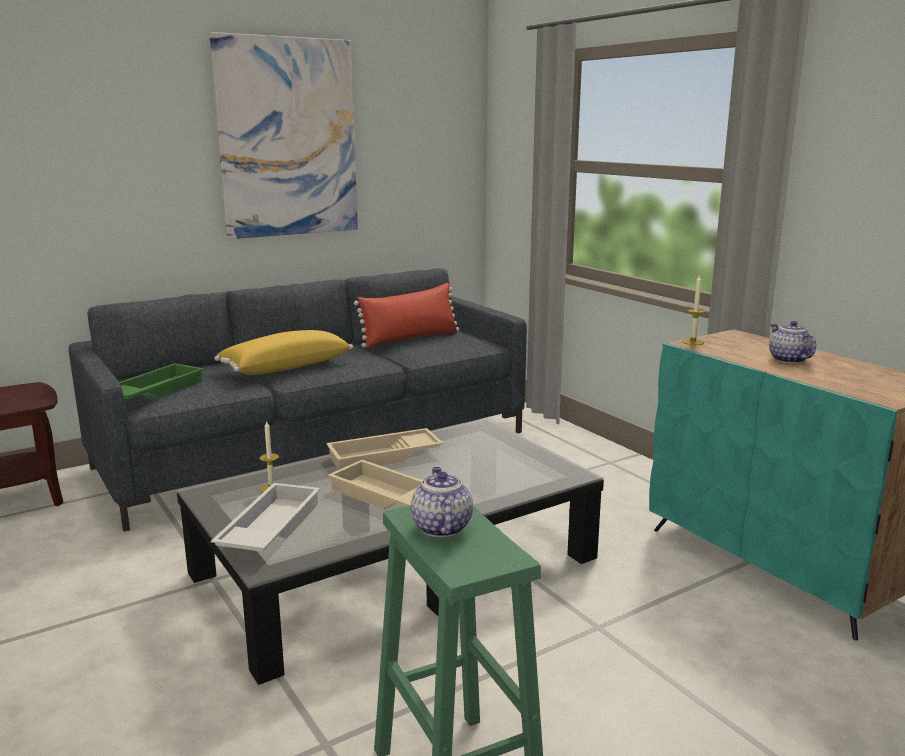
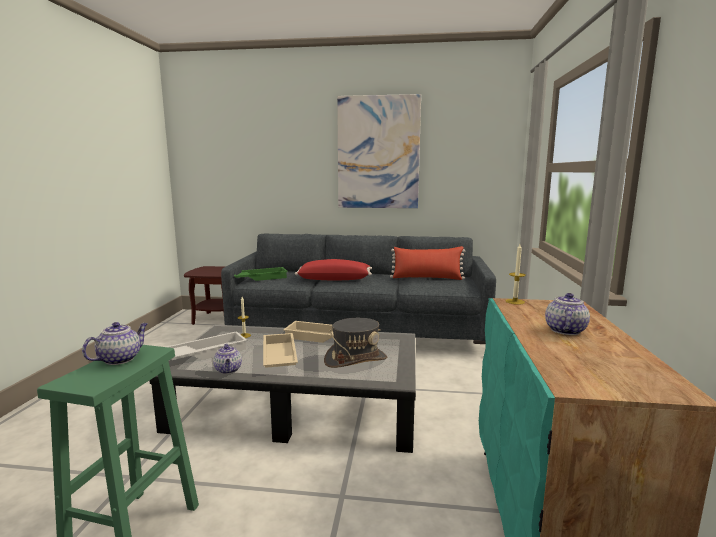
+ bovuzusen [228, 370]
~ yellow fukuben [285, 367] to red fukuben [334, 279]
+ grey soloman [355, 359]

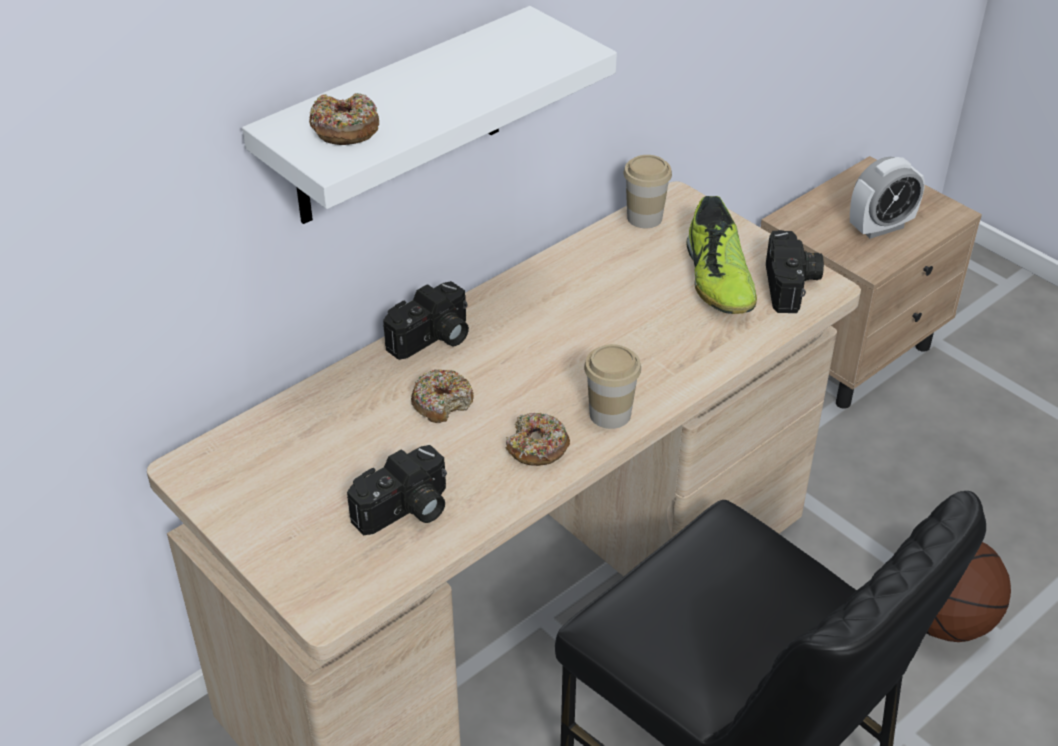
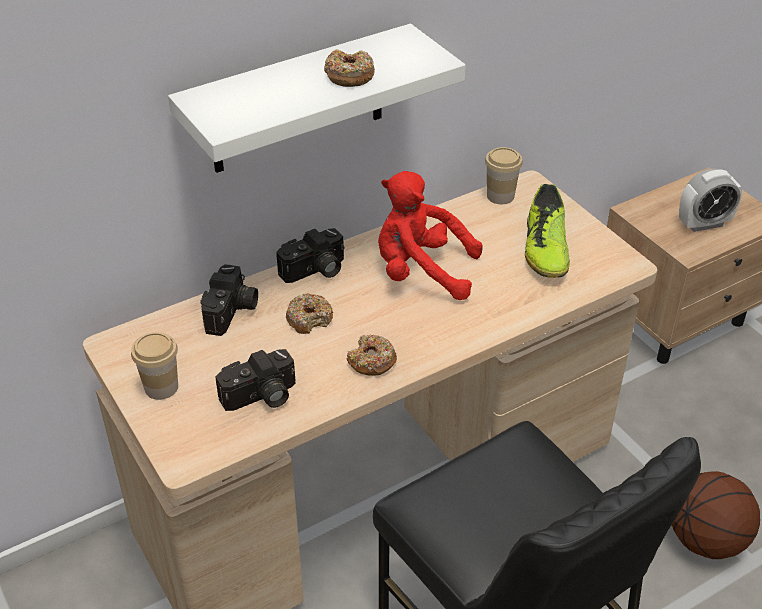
~ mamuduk [610, 414] to [161, 387]
~ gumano [792, 286] to [232, 312]
~ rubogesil [345, 129] to [349, 76]
+ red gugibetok [421, 272]

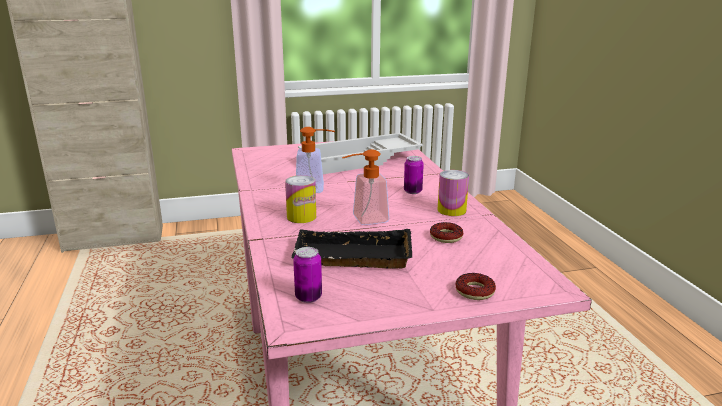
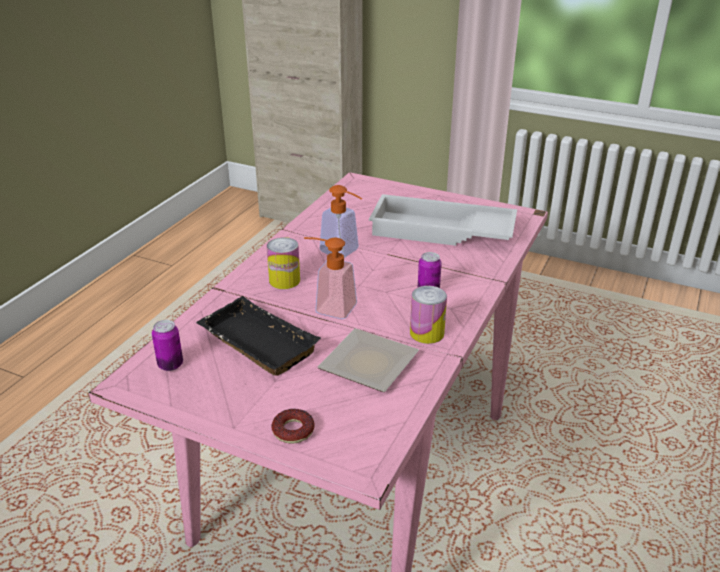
~ rubogesil [446, 237] to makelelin [367, 361]

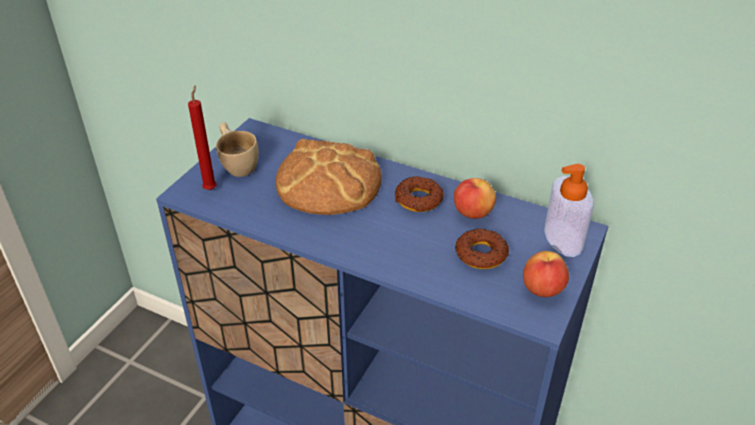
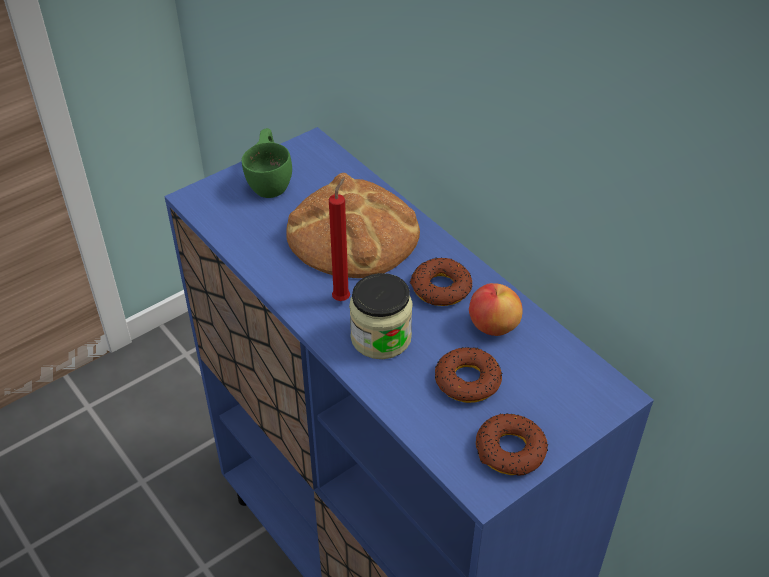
~ beige mamuduk [238, 163] to green mamuduk [271, 180]
~ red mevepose [211, 188] to [343, 298]
+ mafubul [381, 337]
~ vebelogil [542, 289] to rubogesil [510, 450]
- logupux [563, 238]

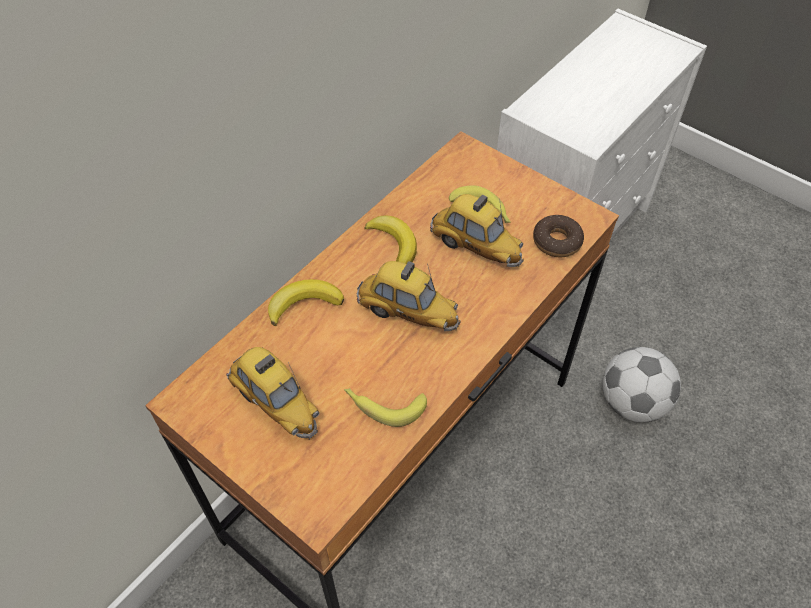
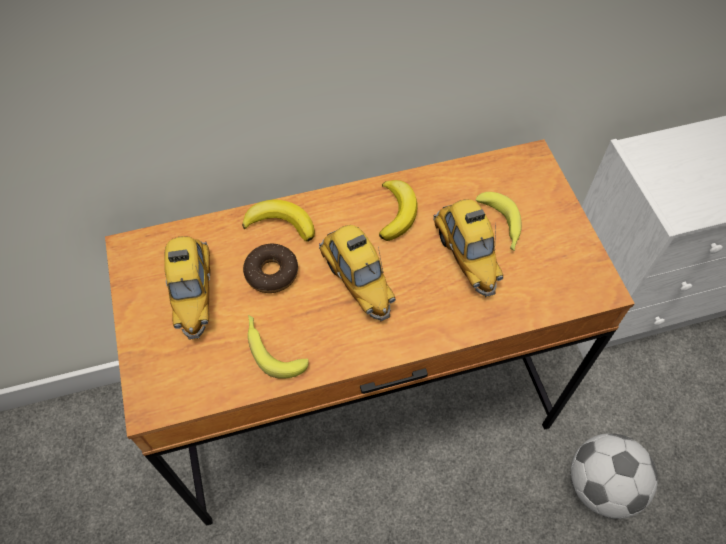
~ rubogesil [557, 241] to [271, 273]

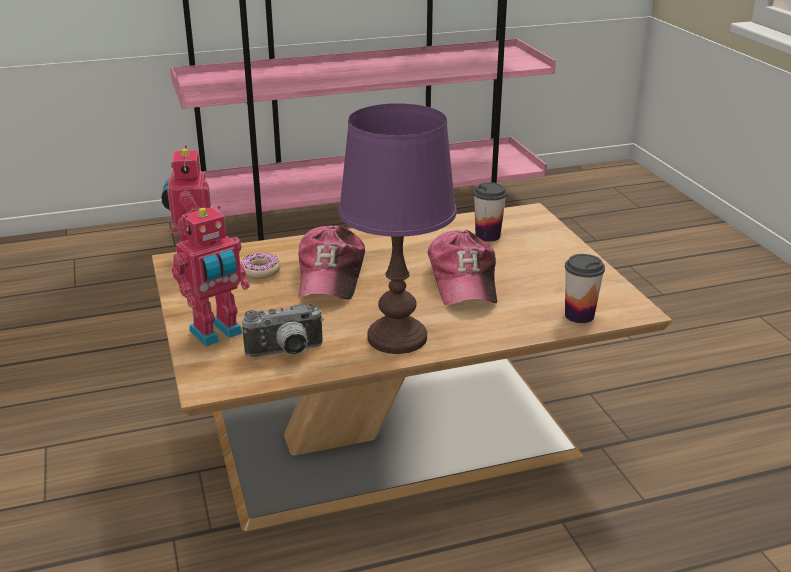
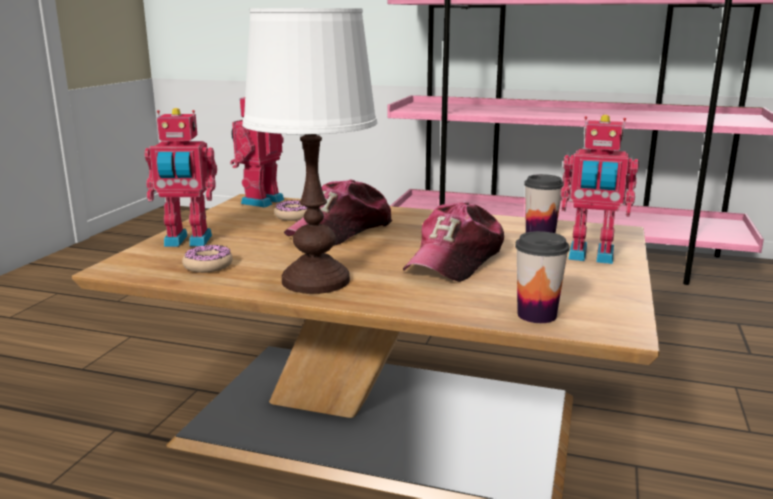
~ gumano [286, 353] to rubogesil [208, 266]
~ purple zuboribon [396, 338] to white zuboribon [315, 281]
+ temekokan [591, 257]

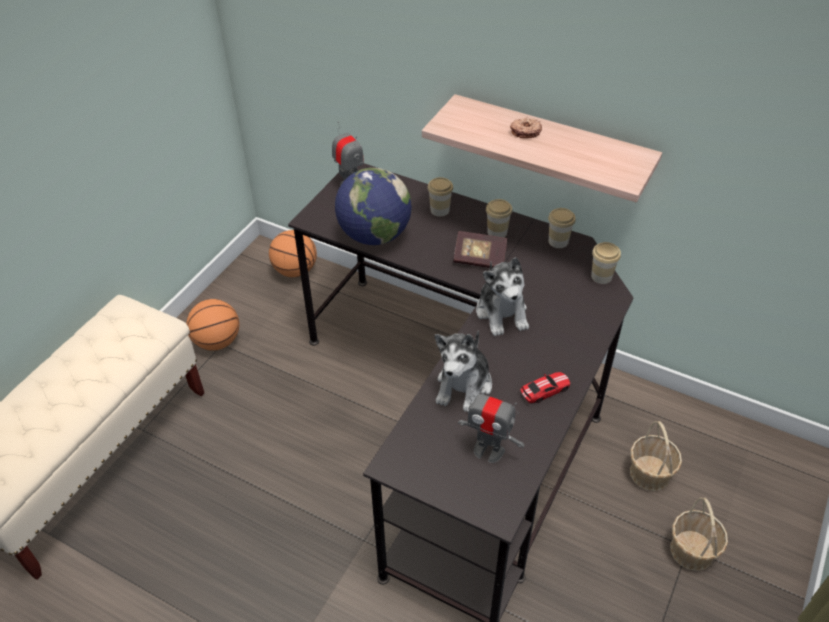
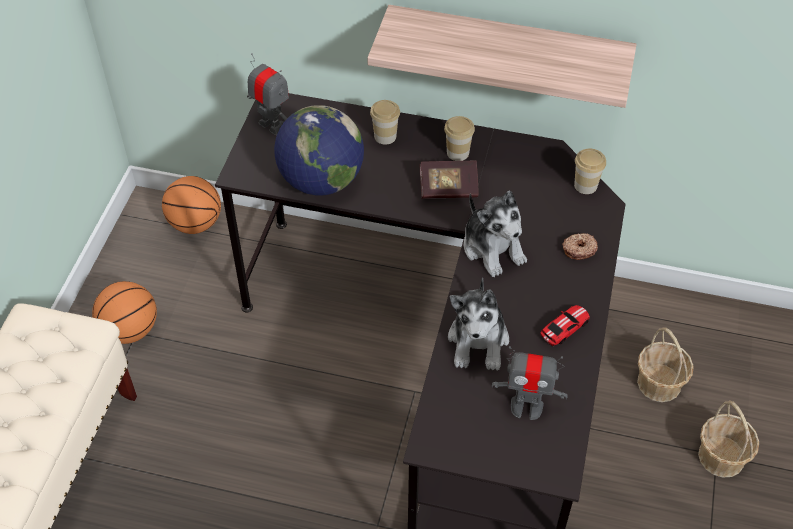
~ rubogesil [525, 131] to [579, 249]
- mamuduk [558, 241]

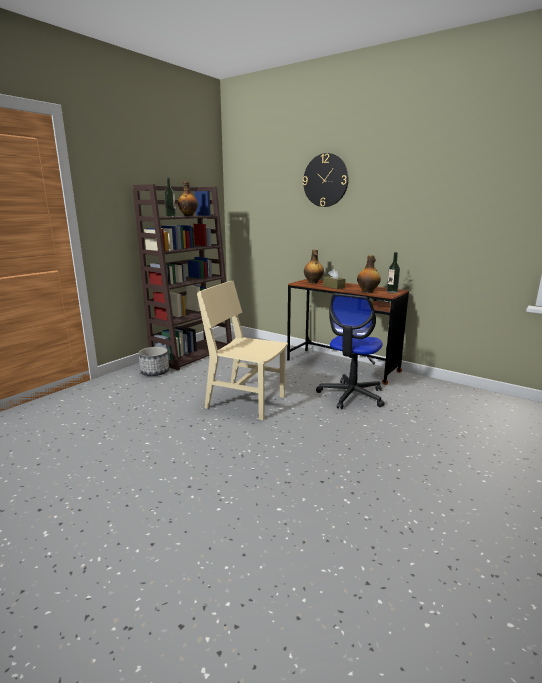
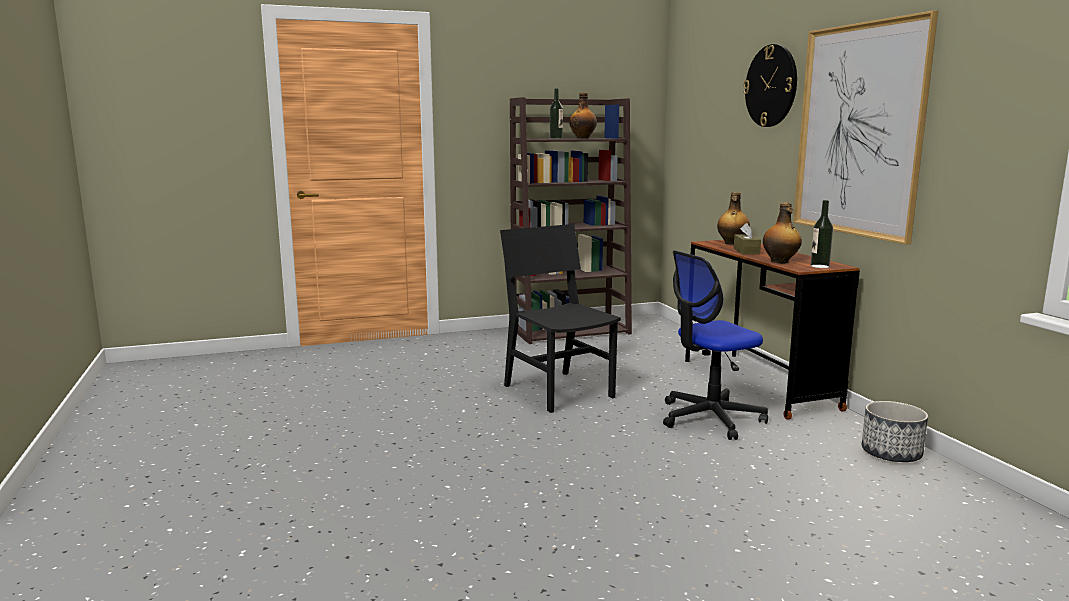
~ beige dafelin [245, 402] to black dafelin [558, 391]
+ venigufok [858, 130]
~ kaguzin [155, 372] to [890, 454]

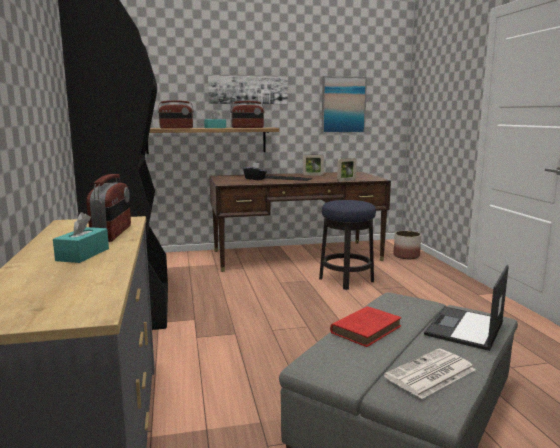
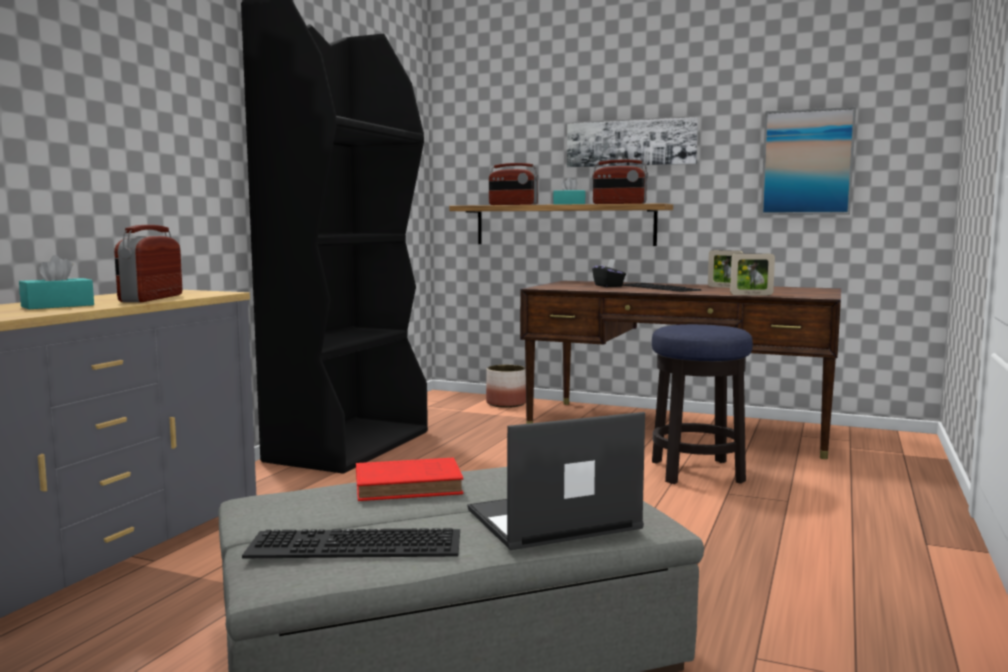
~ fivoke [112, 234] = [151, 298] 150 degrees clockwise
~ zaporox [430, 374] to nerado [352, 546]
~ kaguzin [406, 256] to [505, 403]

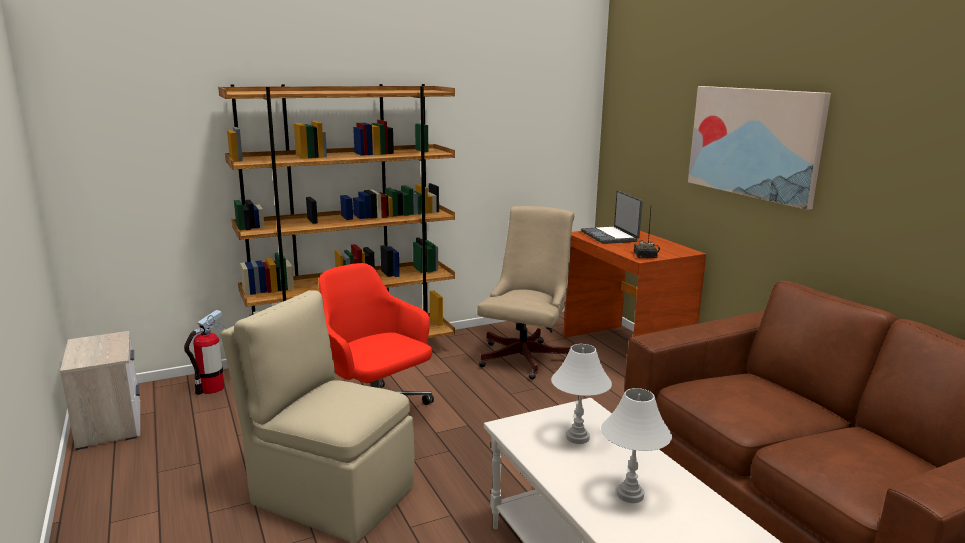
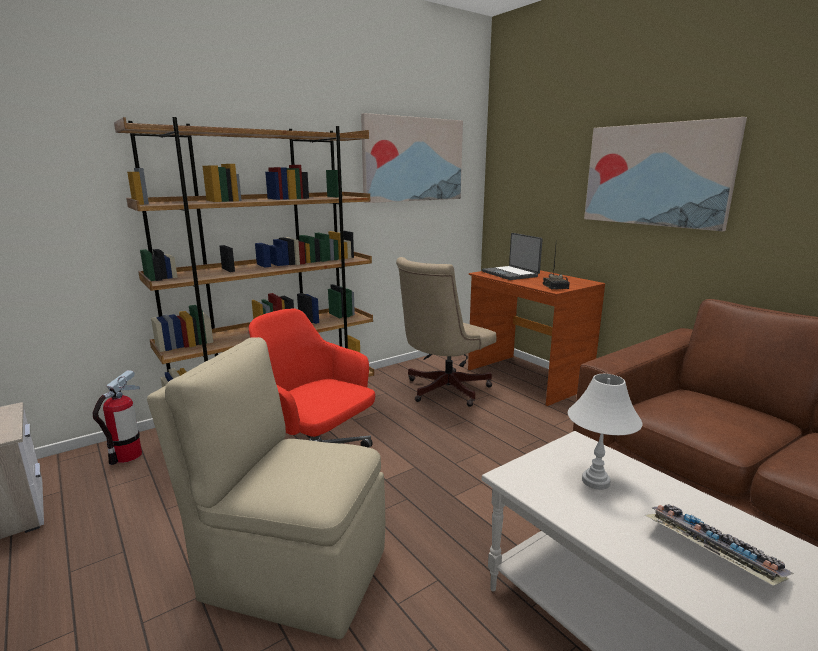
+ venigufok [413, 159]
~ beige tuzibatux [526, 356] = [443, 390] 150 degrees counterclockwise
~ white zuboribon [630, 495] to nerado [708, 553]

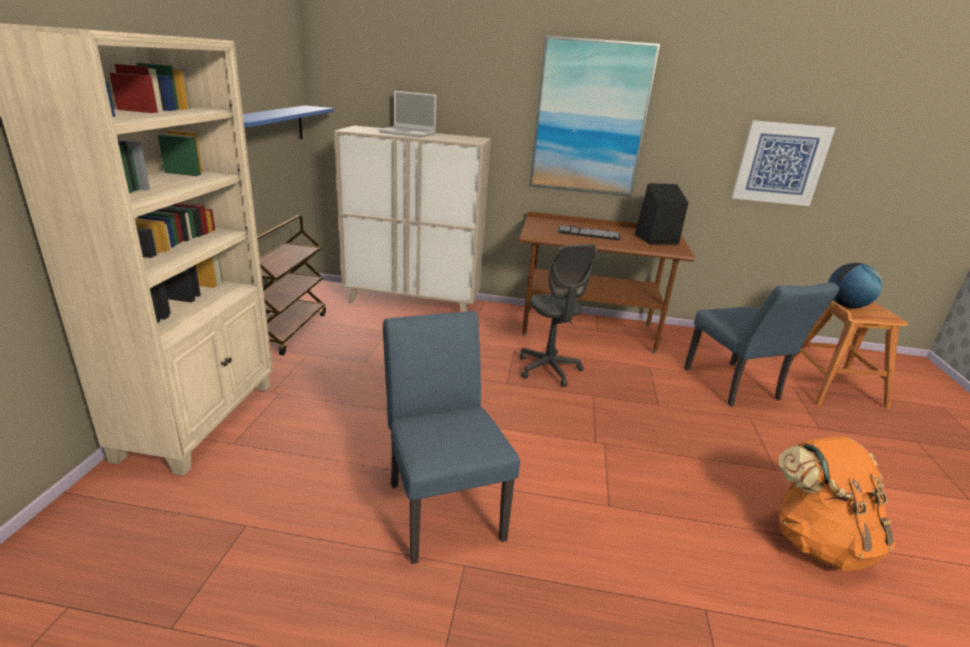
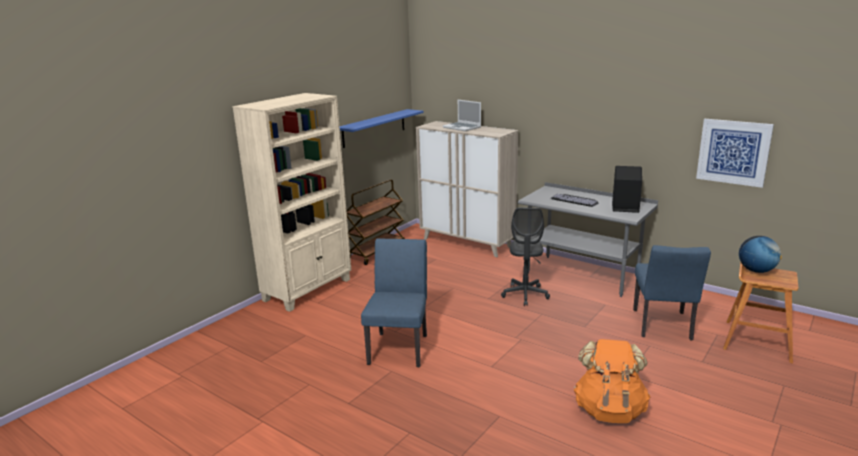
~ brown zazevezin [587, 330] to grey zazevezin [581, 275]
- venigufok [590, 119]

